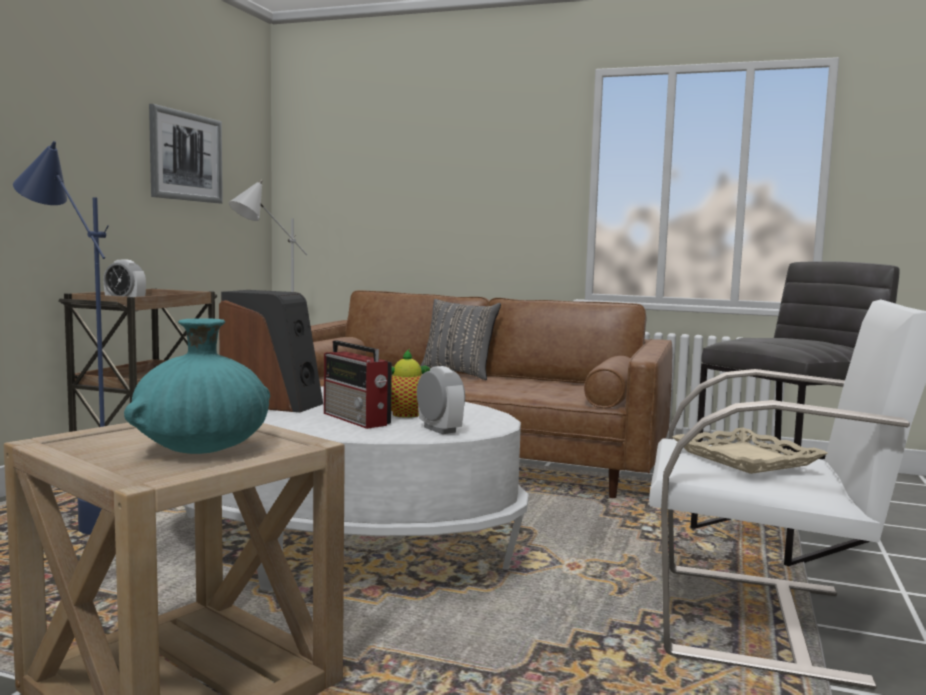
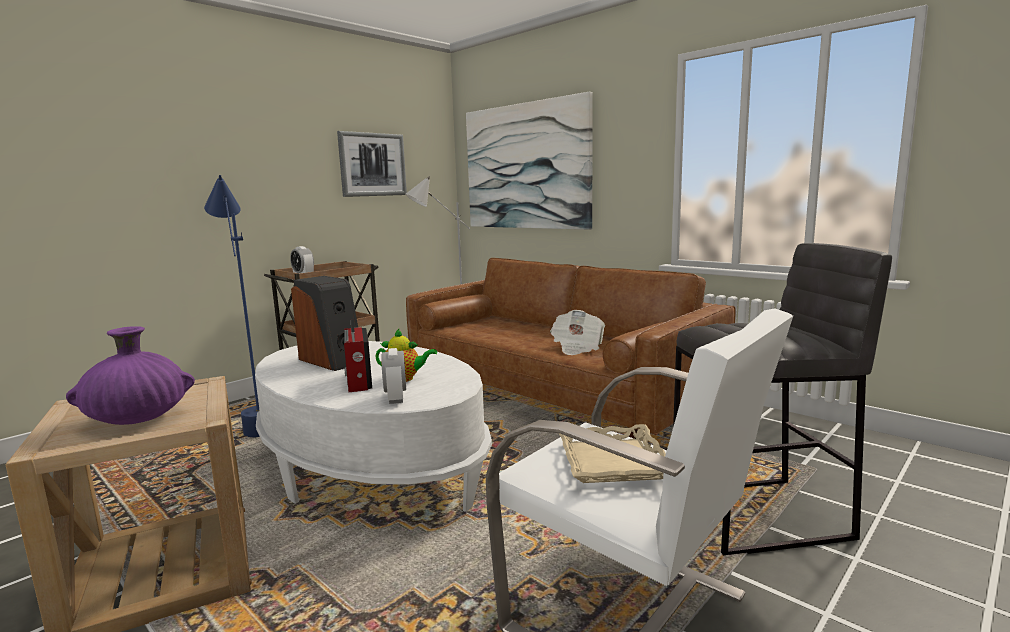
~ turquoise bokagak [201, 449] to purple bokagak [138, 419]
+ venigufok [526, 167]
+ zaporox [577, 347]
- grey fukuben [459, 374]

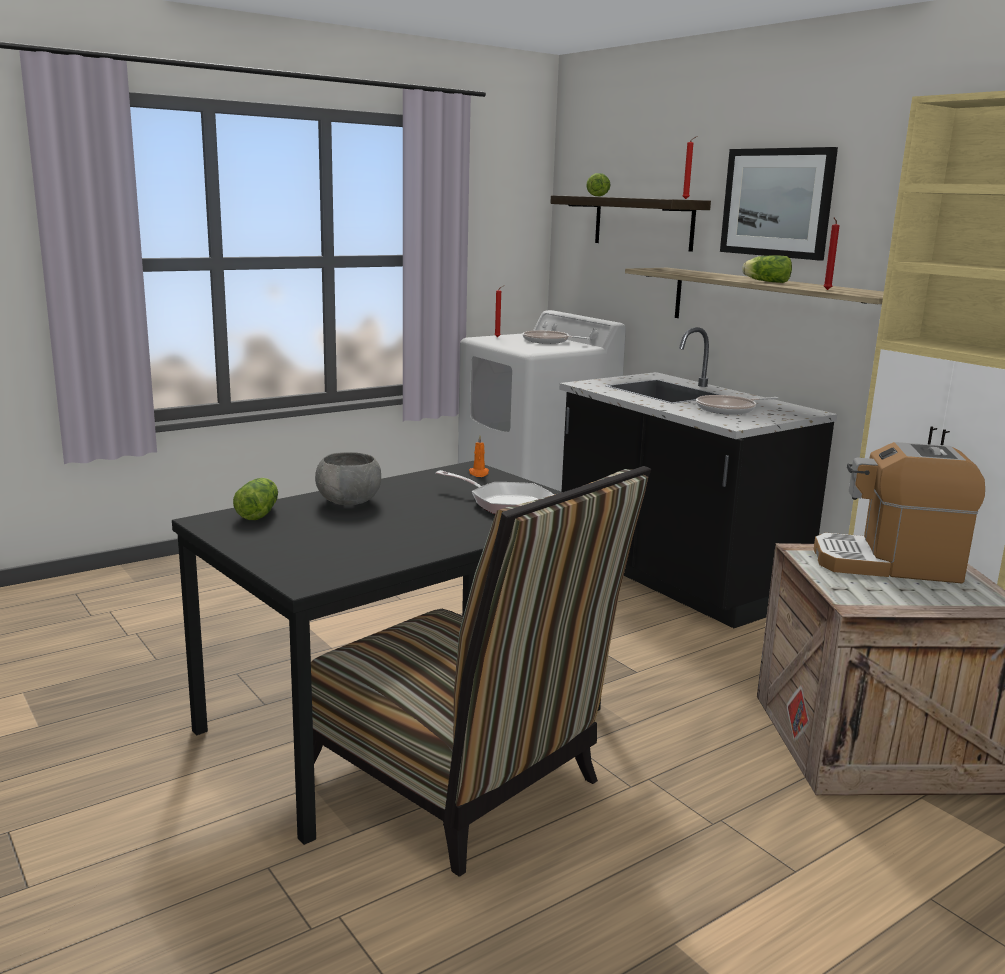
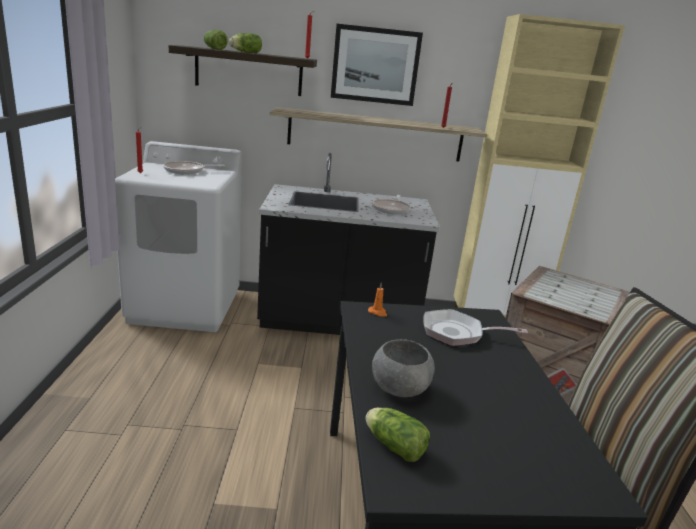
~ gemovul [765, 281] to [244, 52]
~ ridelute [505, 503] = [457, 333] 150 degrees counterclockwise
- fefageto [888, 564]

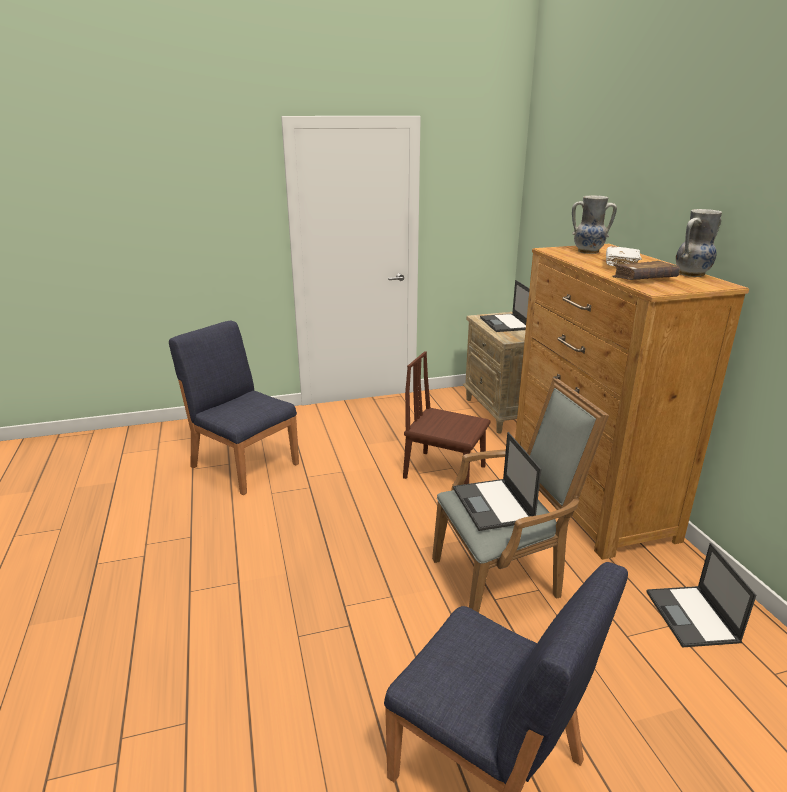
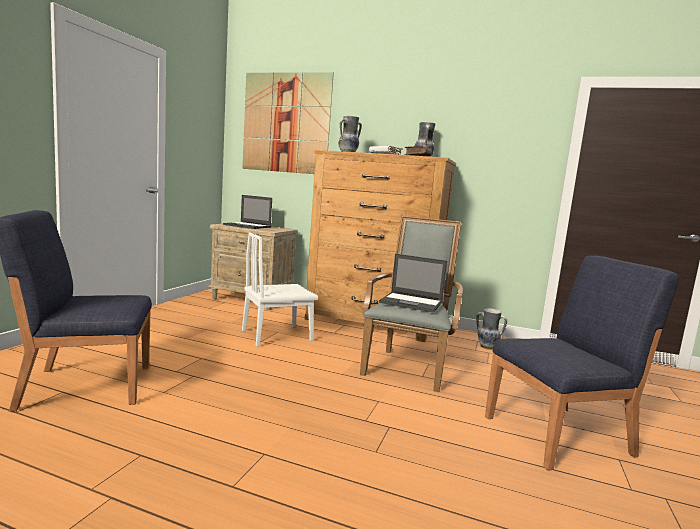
+ venigufok [286, 123]
~ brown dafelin [445, 472] to white dafelin [277, 335]
~ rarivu [692, 617] to bokagak [487, 347]

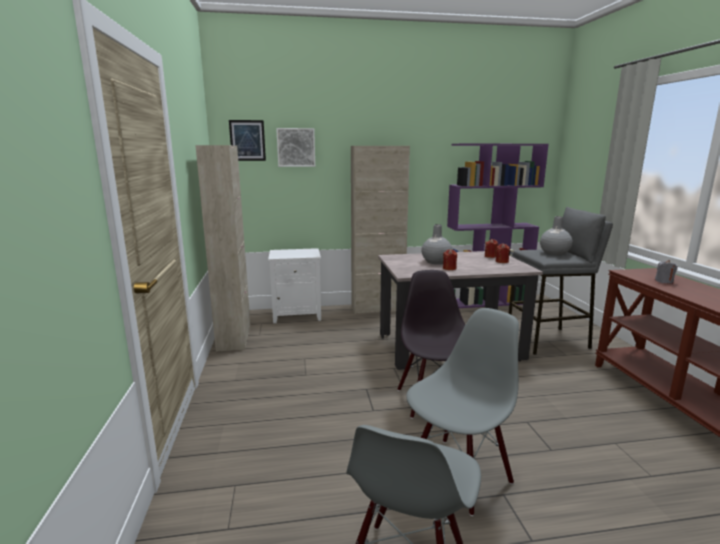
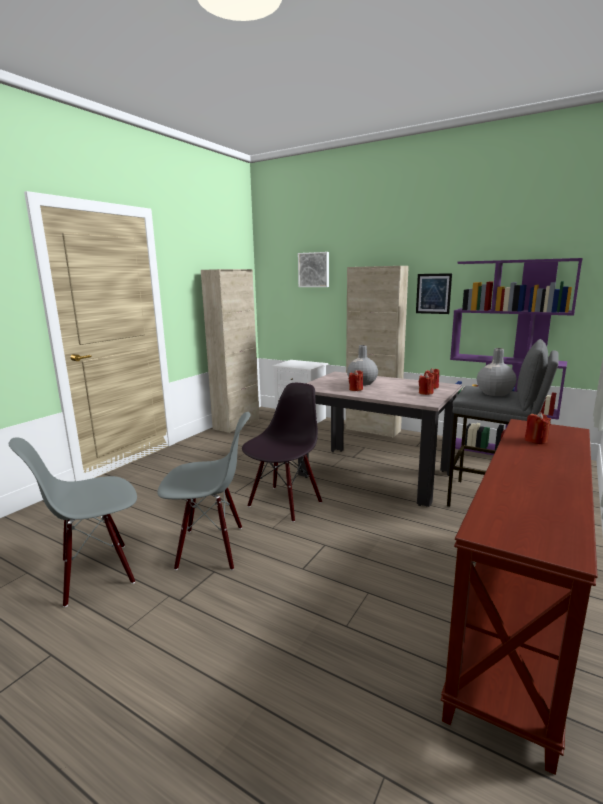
~ venigufok [247, 140] to [433, 293]
~ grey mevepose [664, 281] to red mevepose [535, 440]

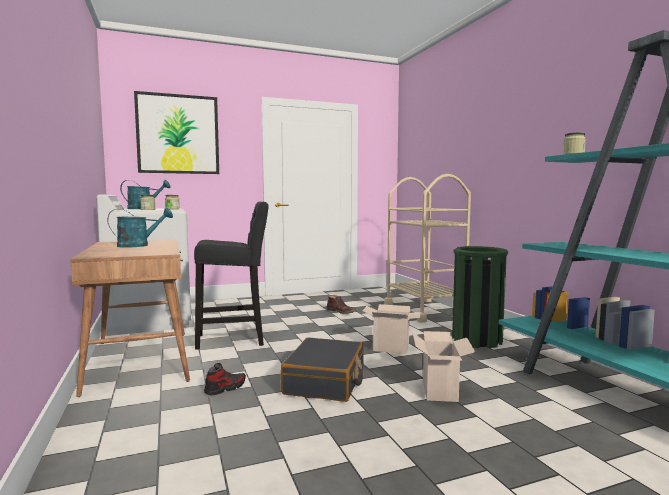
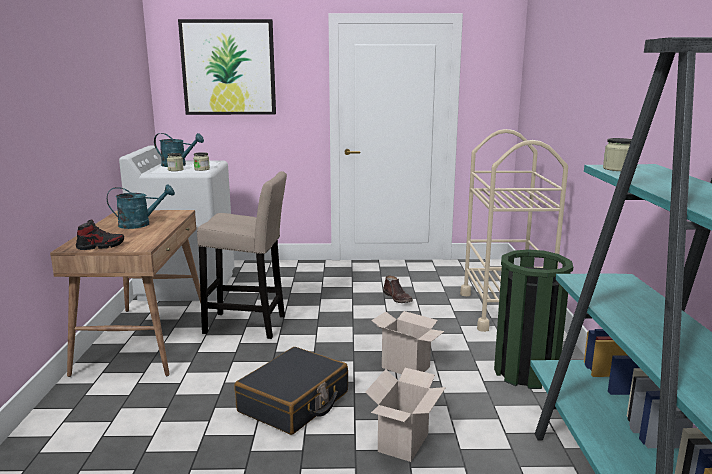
~ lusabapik [225, 388] to [100, 246]
~ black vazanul [234, 339] to beige vazanul [249, 325]

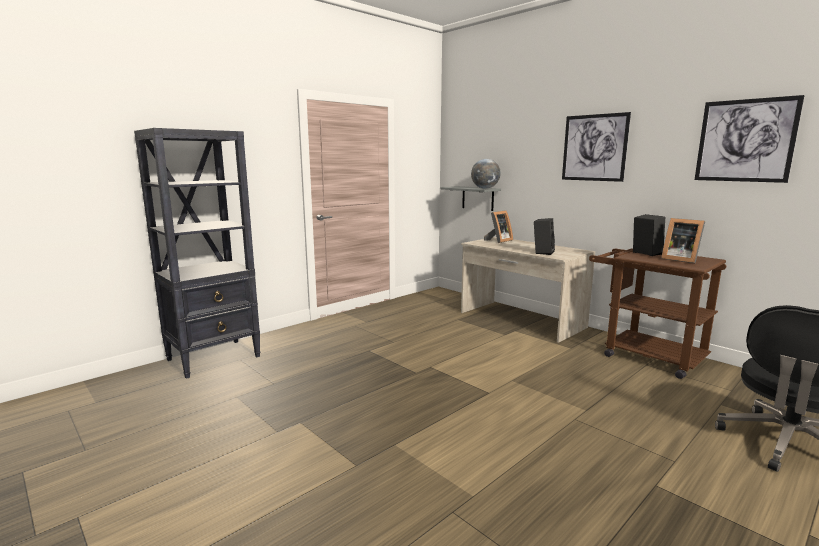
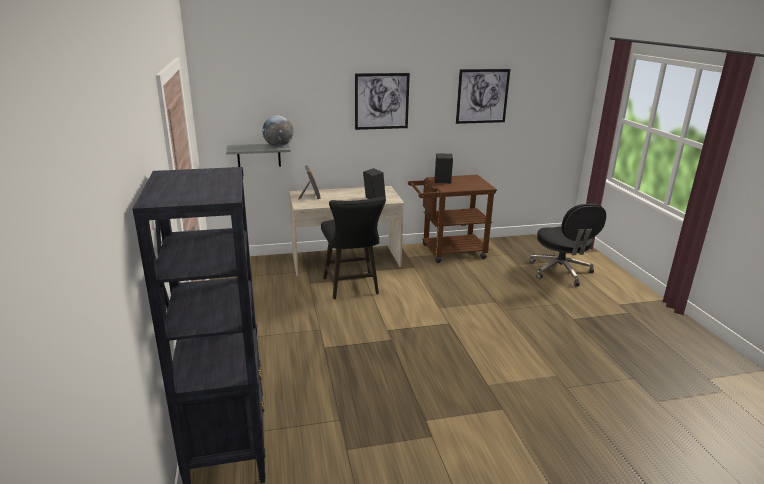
+ black vazanul [352, 288]
- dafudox [679, 259]

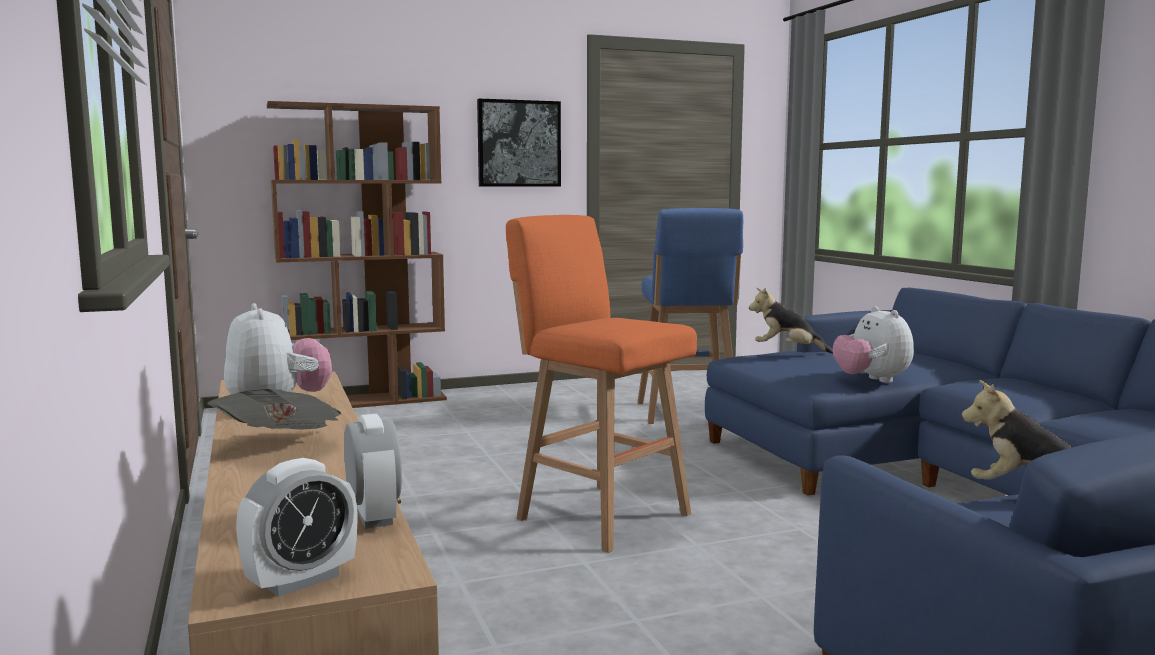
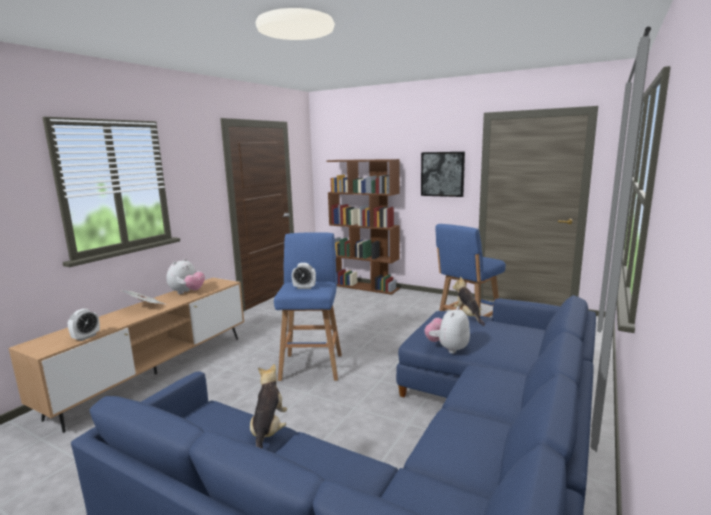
~ orange vazanul [599, 515] to blue vazanul [312, 365]
~ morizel [301, 581] to [304, 288]

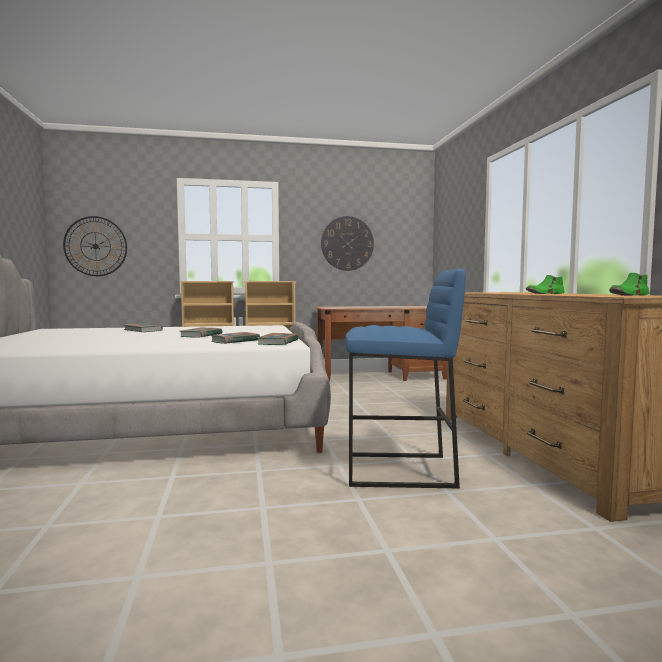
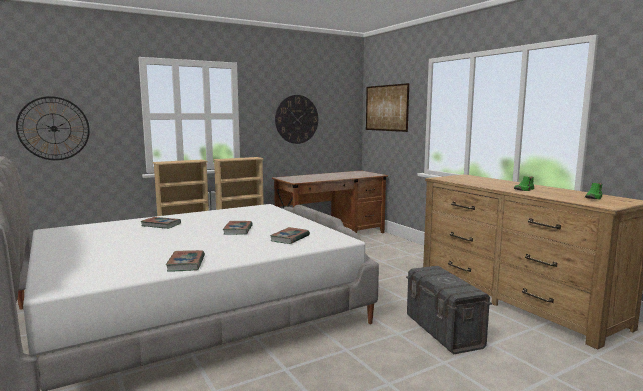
~ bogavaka [278, 342] to [186, 264]
+ venigufok [386, 108]
~ blue vazanul [399, 471] to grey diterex [443, 331]

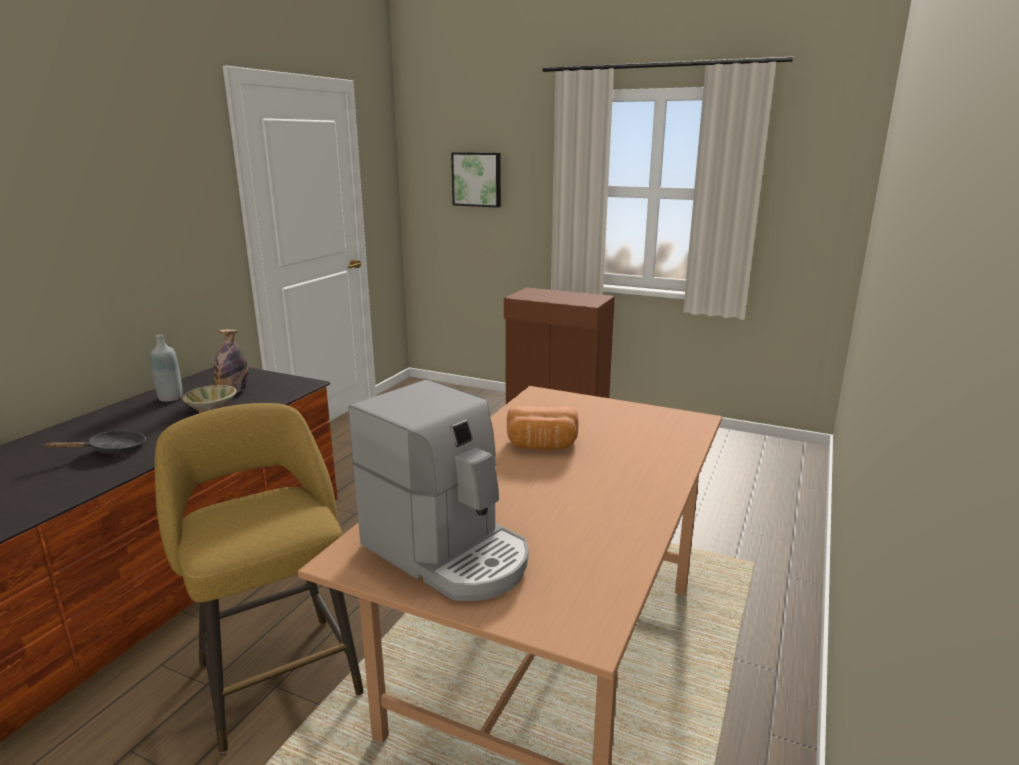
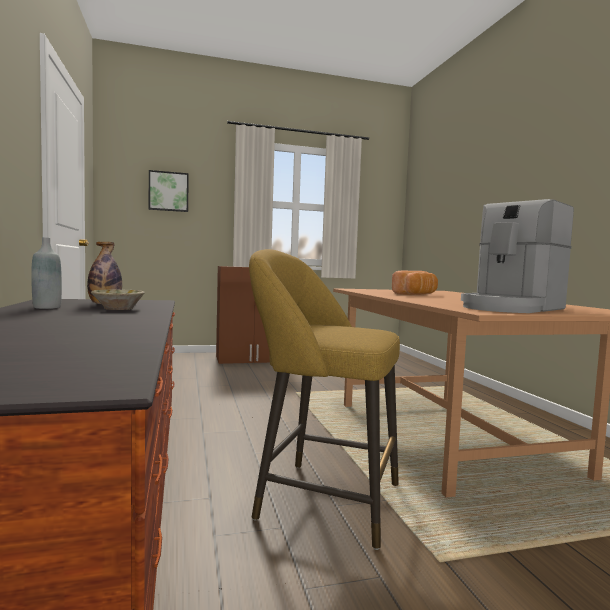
~ fefageto [448, 553] = [511, 308] 135 degrees clockwise
- black ridelute [112, 450]

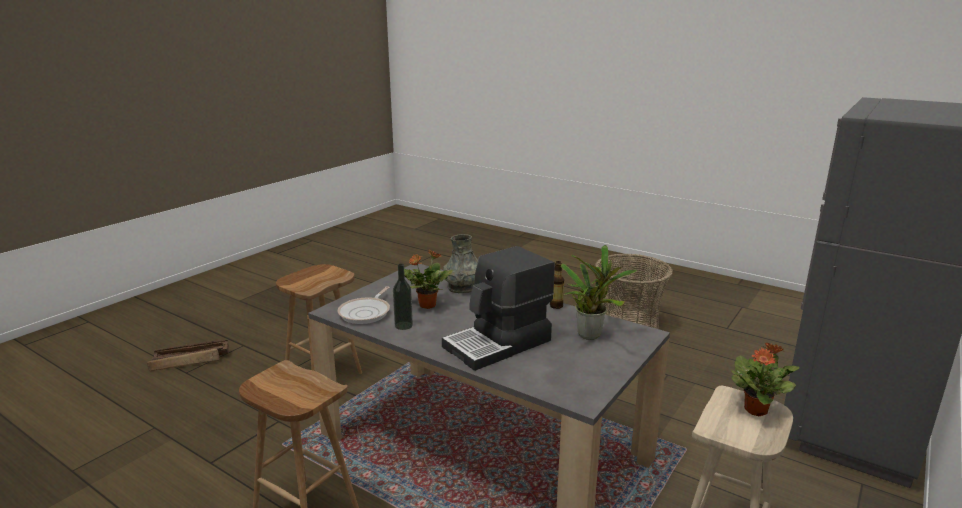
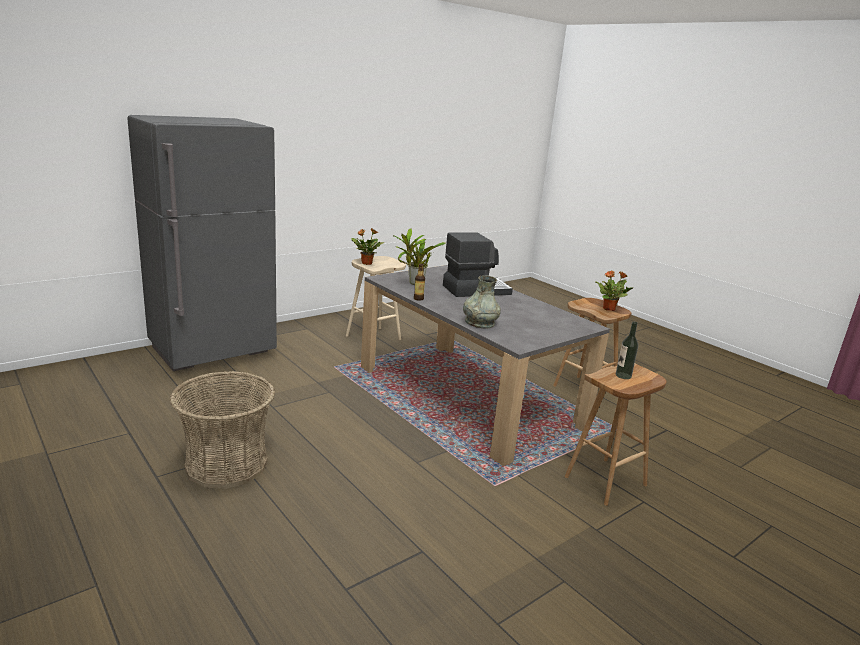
~ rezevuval [426, 305] to [609, 309]
~ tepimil [403, 325] to [623, 375]
- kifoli [191, 360]
- ridelute [366, 312]

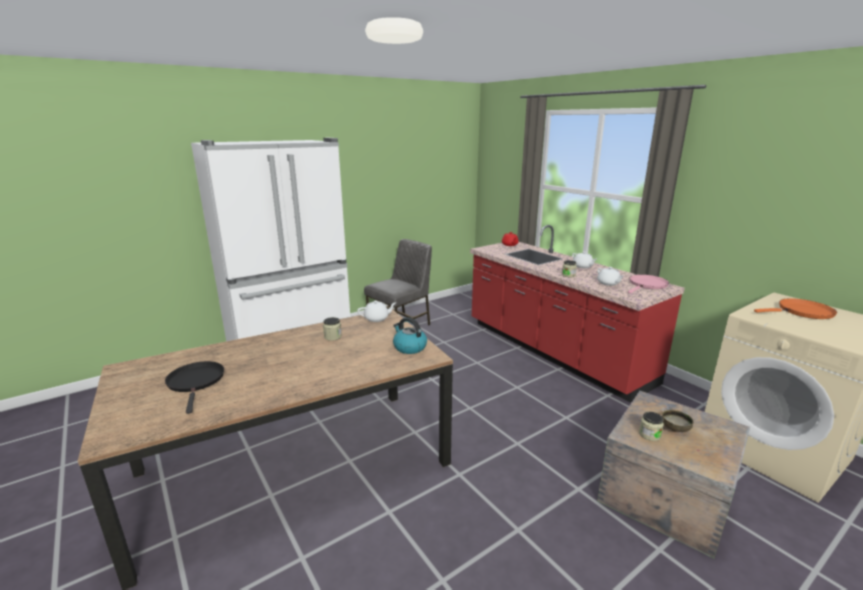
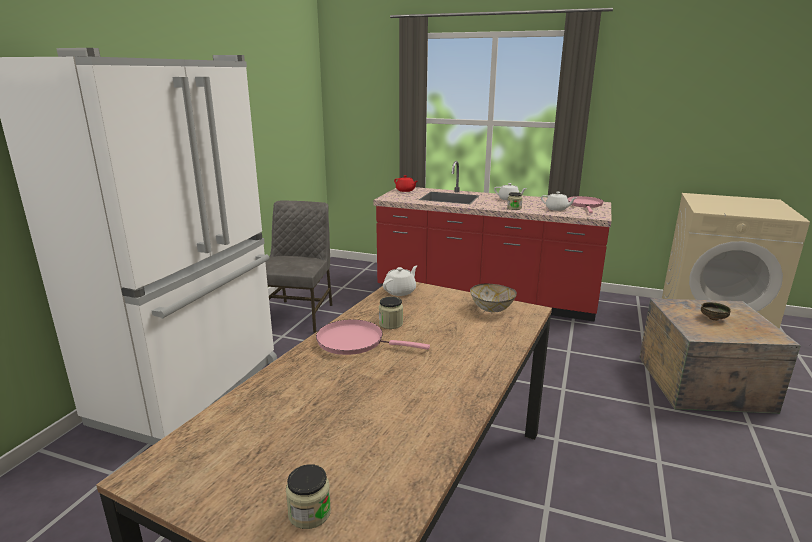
~ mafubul [649, 434] to [309, 513]
+ pink ridelute [355, 341]
~ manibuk [409, 347] to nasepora [492, 309]
- black ridelute [196, 382]
- orange ridelute [802, 312]

